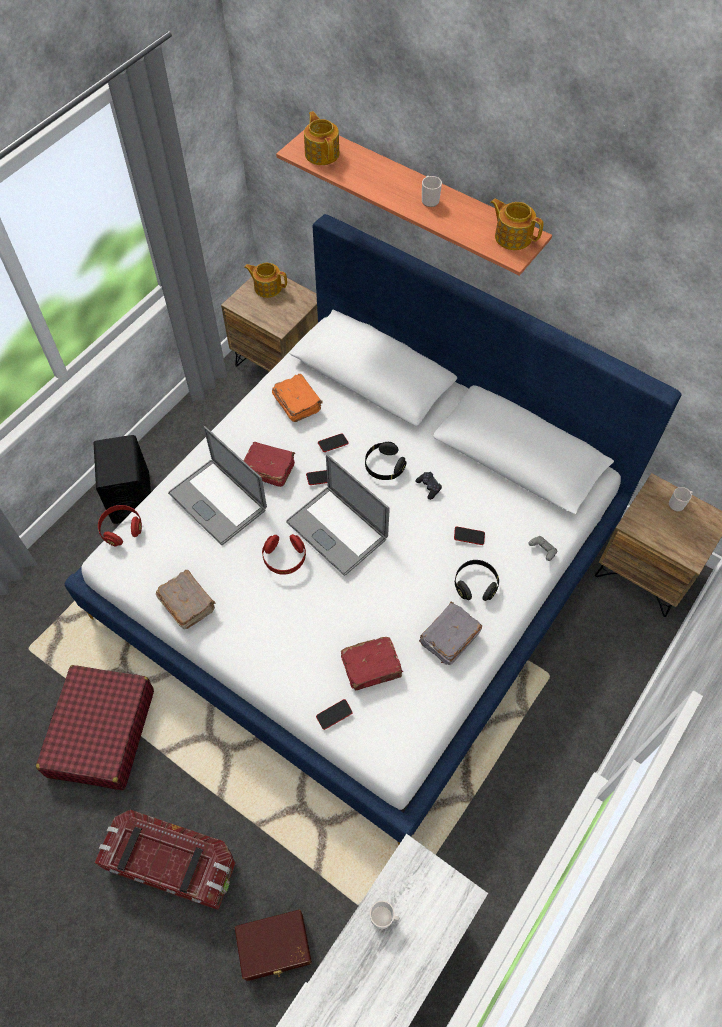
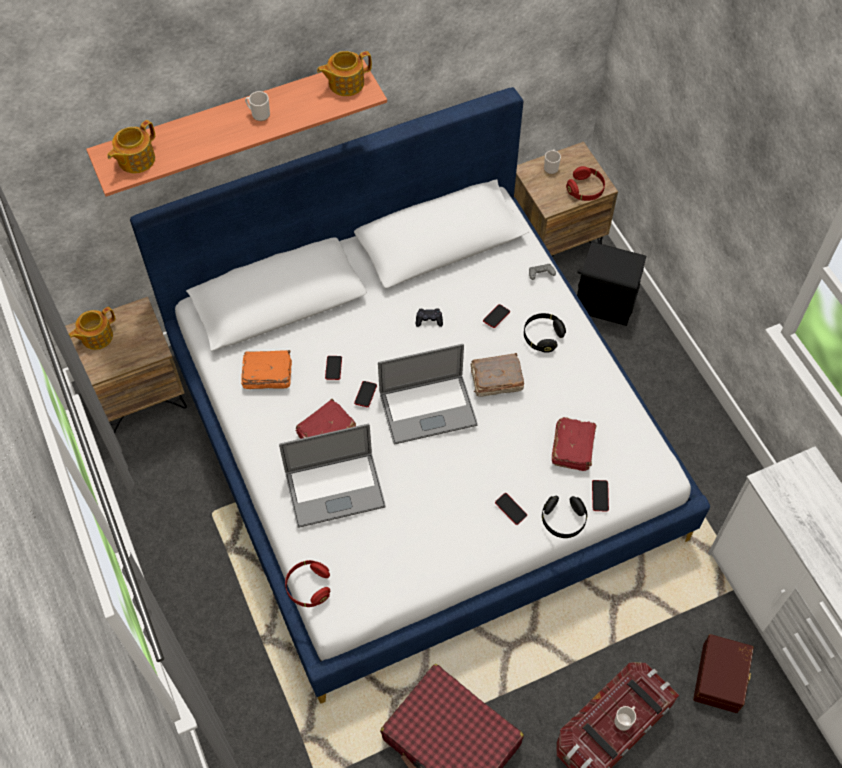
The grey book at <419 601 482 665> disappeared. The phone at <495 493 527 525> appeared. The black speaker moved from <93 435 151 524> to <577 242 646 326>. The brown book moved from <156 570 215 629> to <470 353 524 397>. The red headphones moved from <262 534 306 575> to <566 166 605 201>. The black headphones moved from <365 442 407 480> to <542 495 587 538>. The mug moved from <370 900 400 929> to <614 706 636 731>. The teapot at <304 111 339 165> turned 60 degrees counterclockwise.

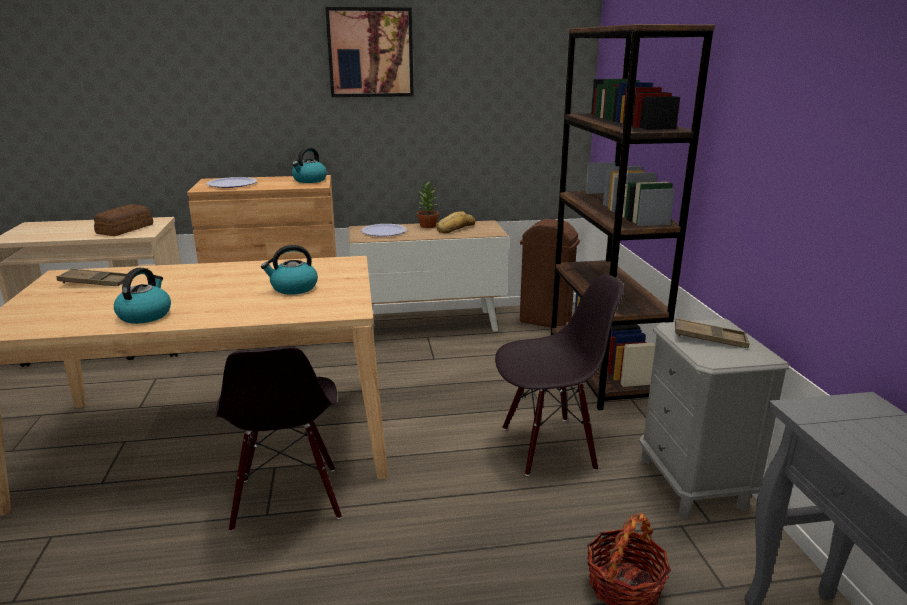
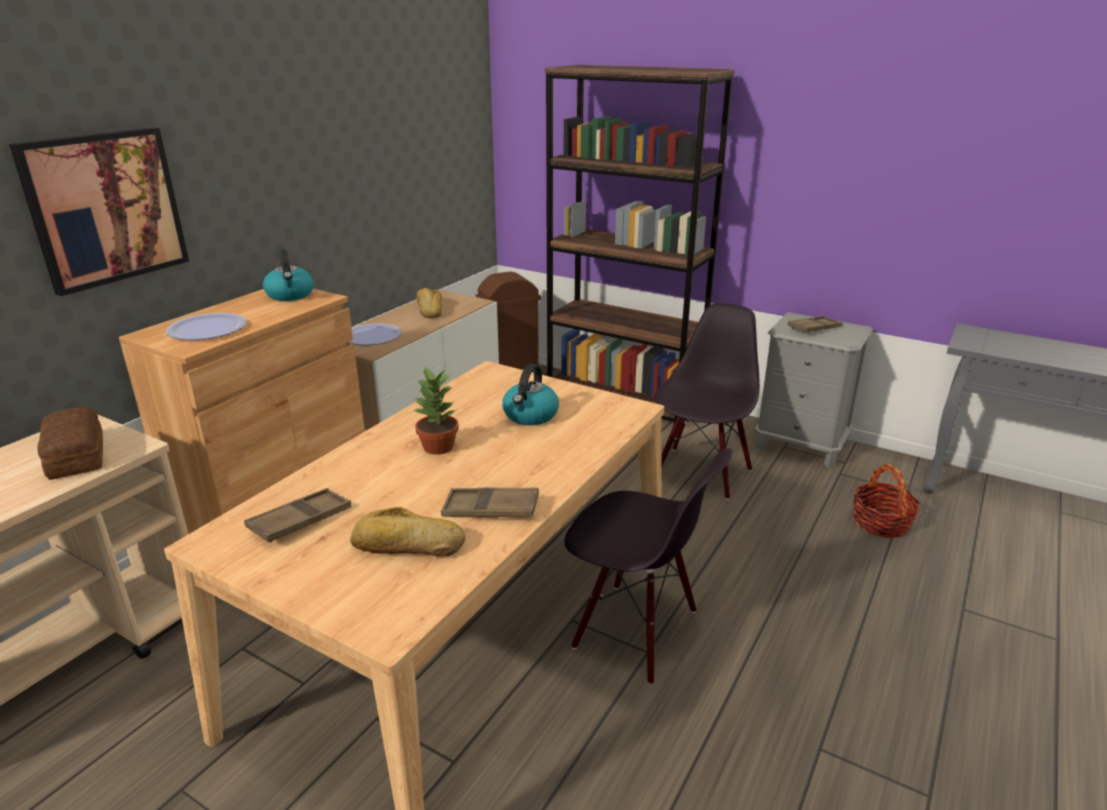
The bread at <350 507 465 556> appeared. The picture moved from <325 7 414 97> to <9 127 189 296>. The potted plant moved from <417 182 439 228> to <413 366 459 455>. The kettle at <114 268 171 324> was replaced by the brown tray at <441 487 539 517>.

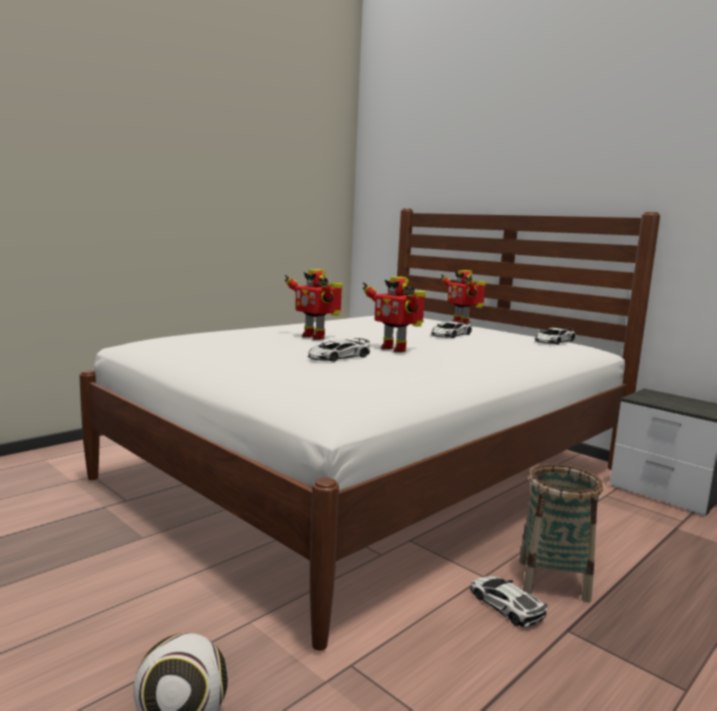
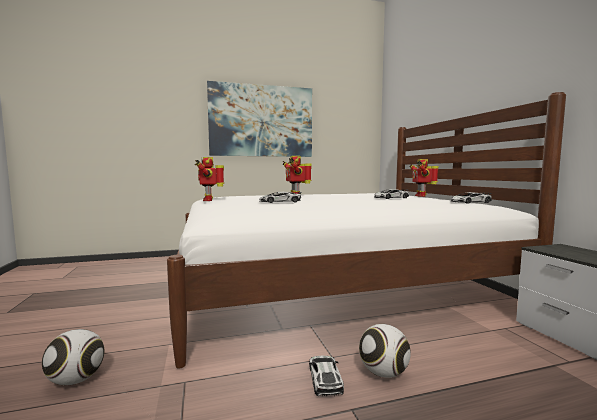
The picture at <207 81 312 157> appeared. The toy robot moved from <362 277 426 352> to <195 157 224 201>. The basket at <519 464 603 602> was replaced by the football at <359 324 411 378>.

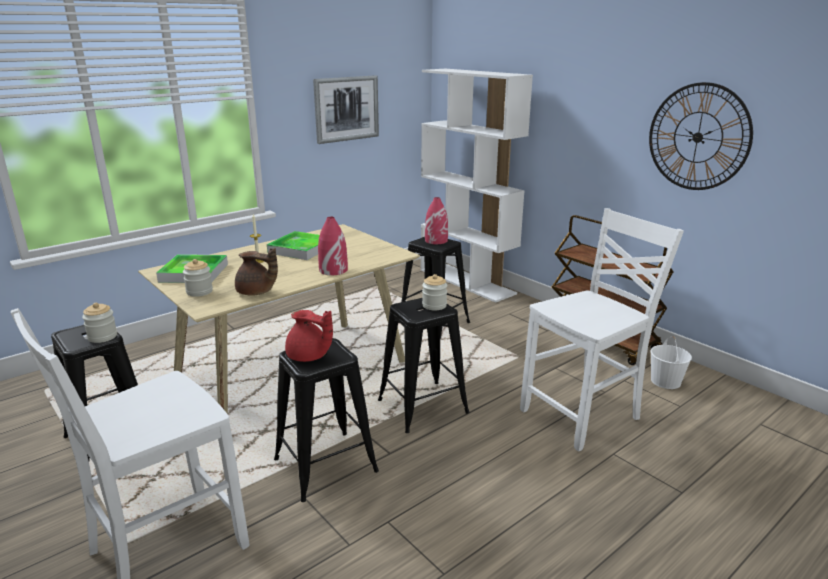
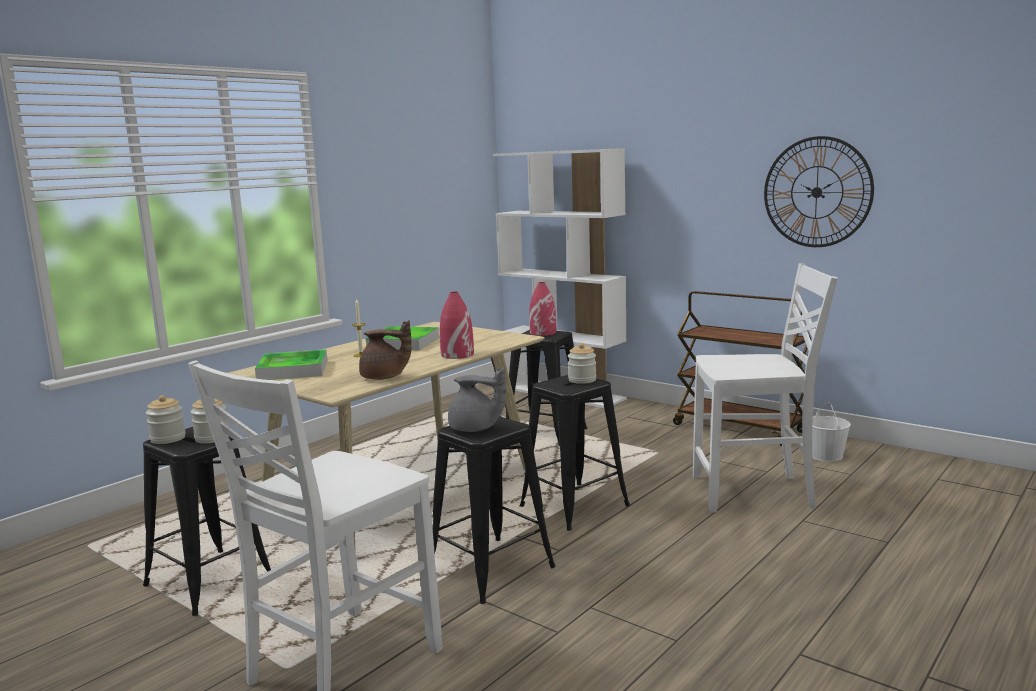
The picture at <313 75 379 144> disappeared. The jar moved from <183 259 213 297> to <146 395 186 444>. The red teapot at <285 310 333 362> became the grey teapot at <448 367 506 432>. The white chair at <520 208 684 452> turned 45 degrees clockwise.

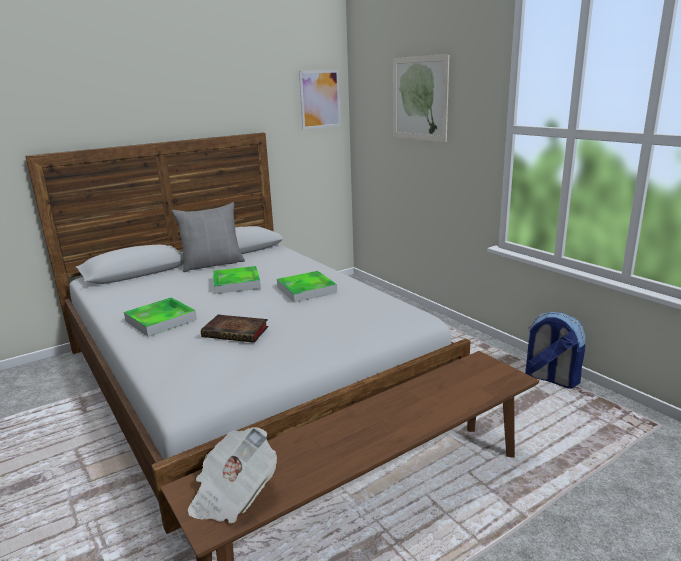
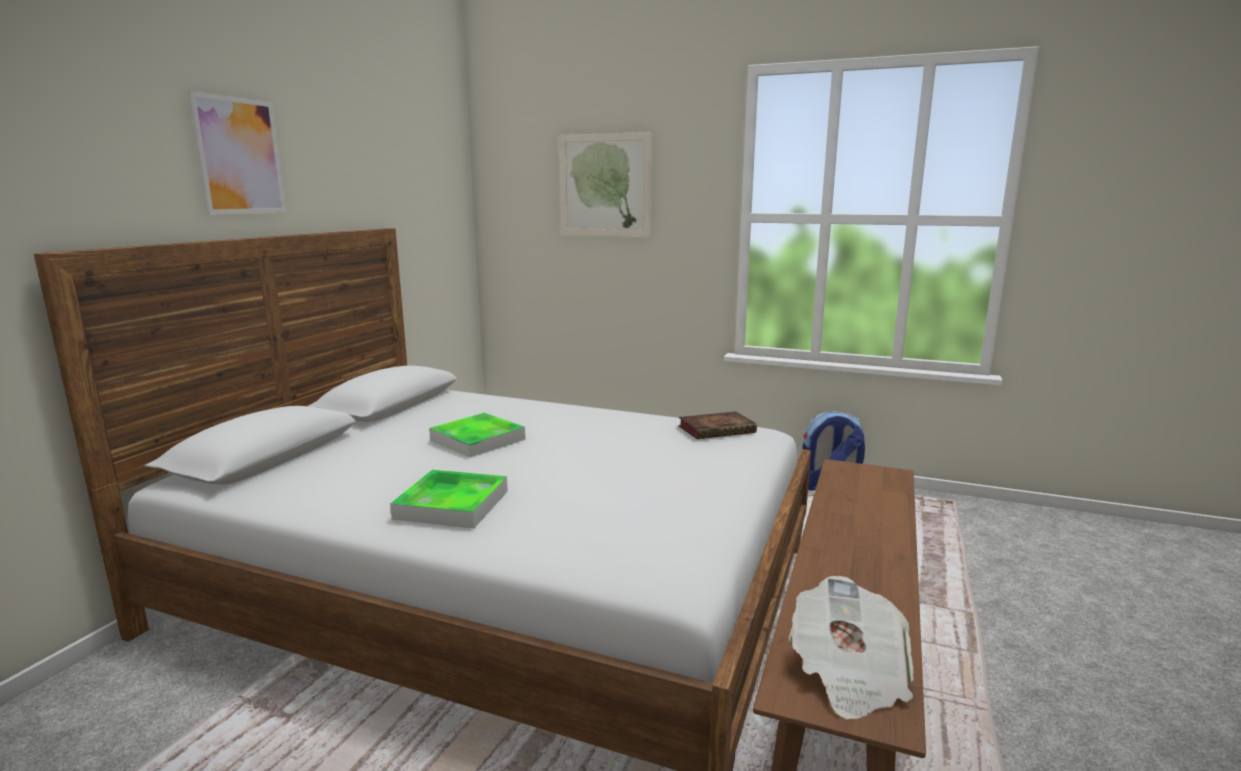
The grey pillow at <172 202 245 272> disappeared. The tray at <277 271 337 302> disappeared. The book moved from <201 315 269 343> to <678 411 757 439>. The picture moved from <299 70 341 129> to <187 91 286 215>.

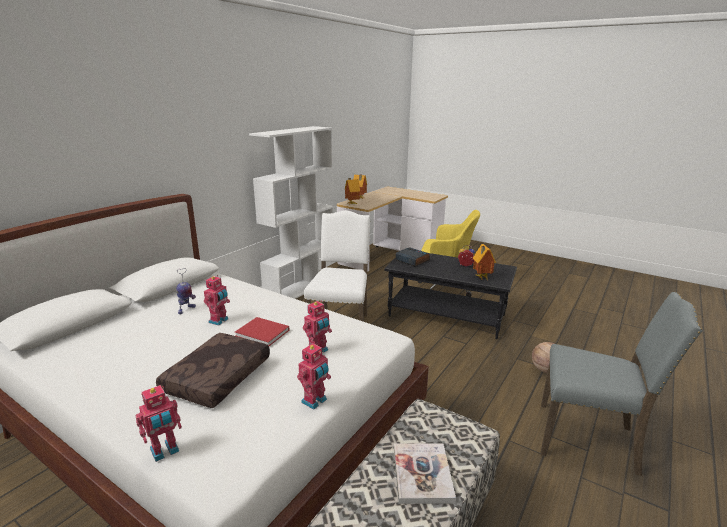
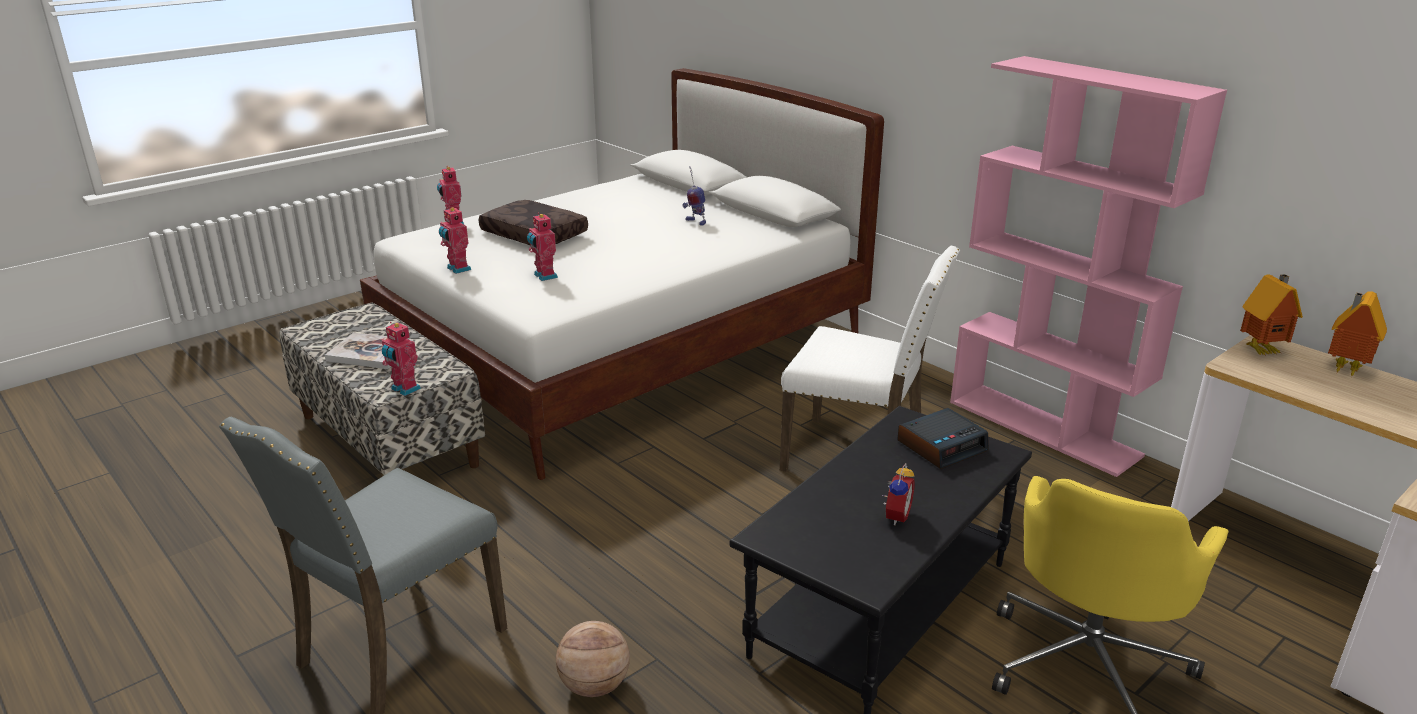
The red book at <235 317 289 346> disappeared. The toy house at <473 244 496 280> disappeared. The toy robot moved from <204 275 230 326> to <382 322 421 396>. The white bookcase at <249 126 334 299> became the pink bookcase at <950 56 1227 477>.

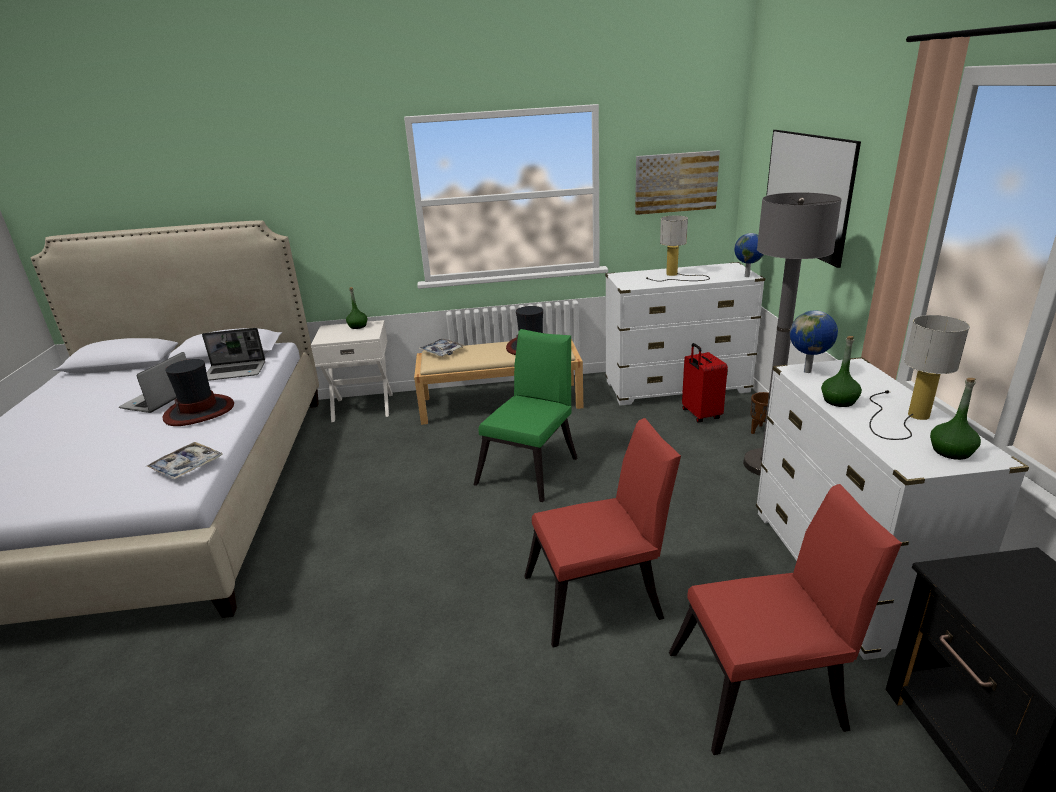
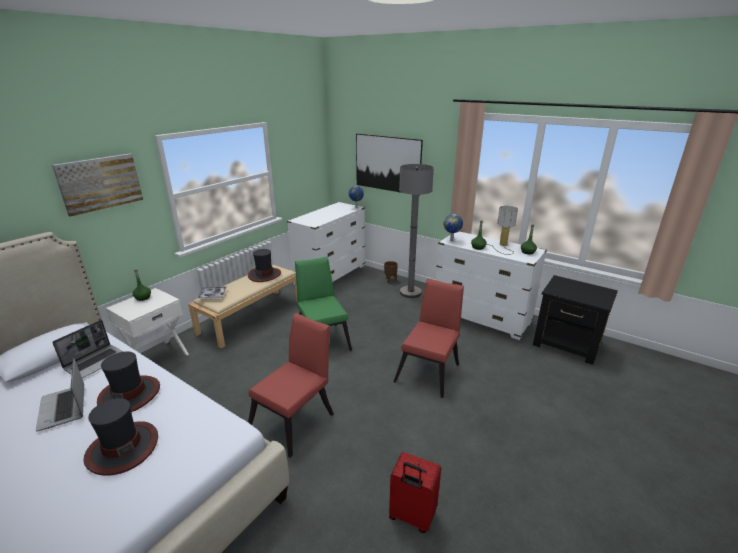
The tray at <147 442 223 480> disappeared. The table lamp at <646 216 710 282> disappeared. The hat at <83 398 158 476> appeared. The picture moved from <635 150 720 215> to <52 153 143 217>. The red chair moved from <669 484 902 755> to <248 313 334 458>. The red suitcase moved from <682 343 728 422> to <389 452 441 533>.

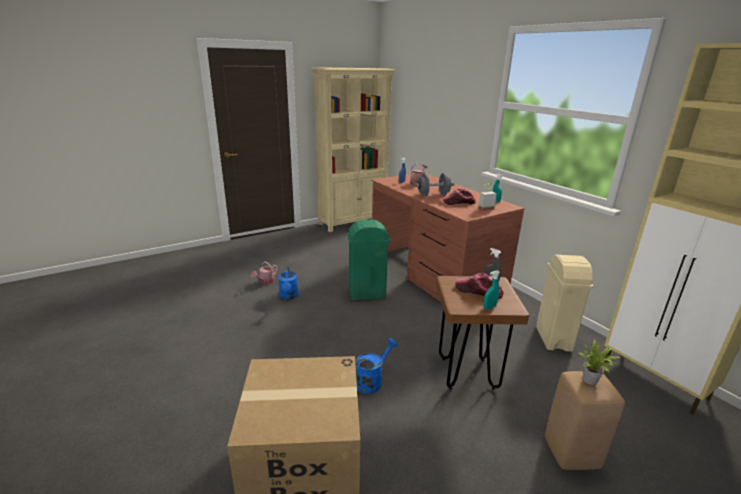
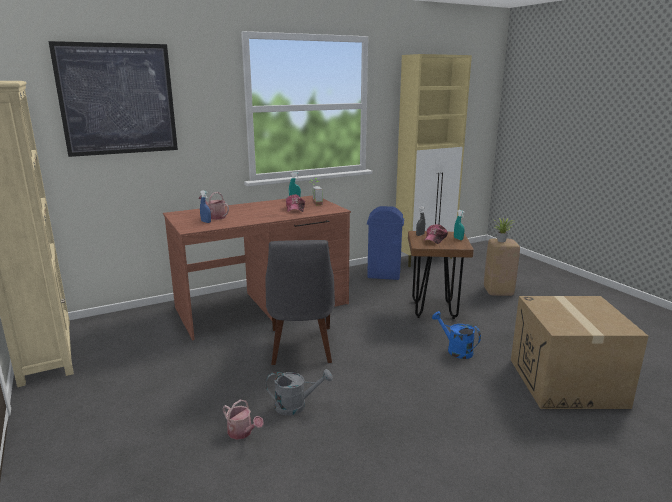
The grey dumbbell at <414 173 454 196> disappeared. The picture at <48 41 178 157> appeared. The green trash can at <347 220 390 300> was replaced by the grey chair at <265 240 335 365>. The blue watering can at <278 266 299 300> became the grey watering can at <266 369 333 416>. The beige trash can at <536 255 593 352> became the blue trash can at <367 206 404 280>.

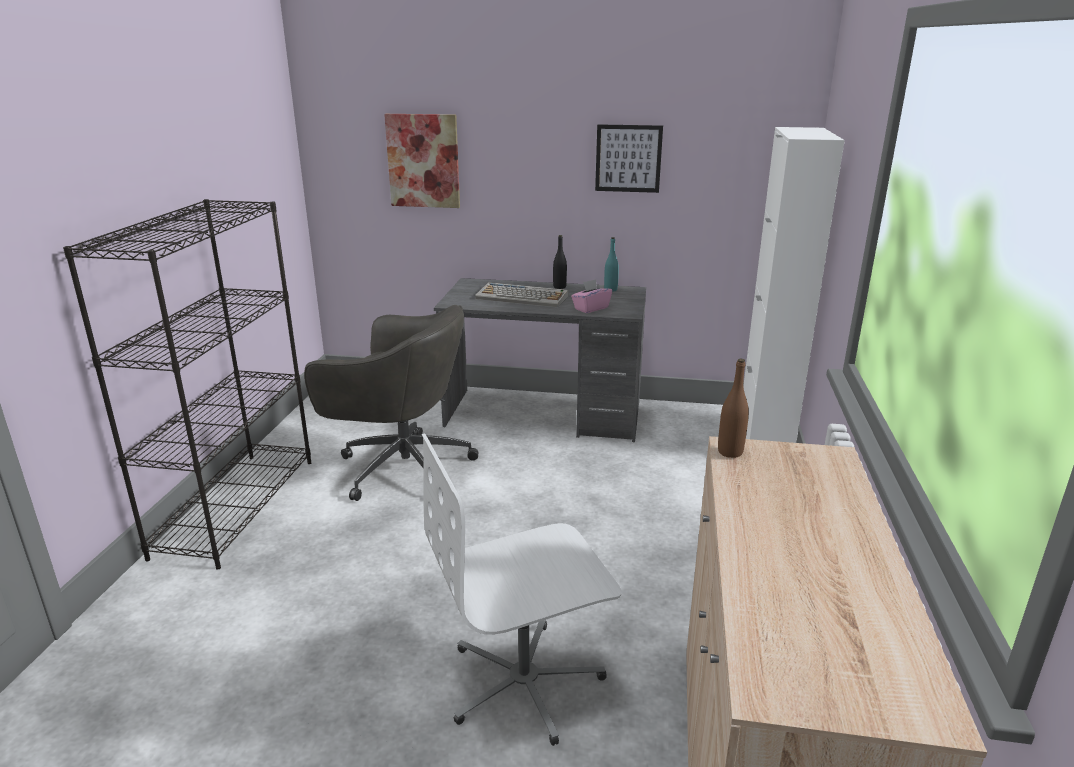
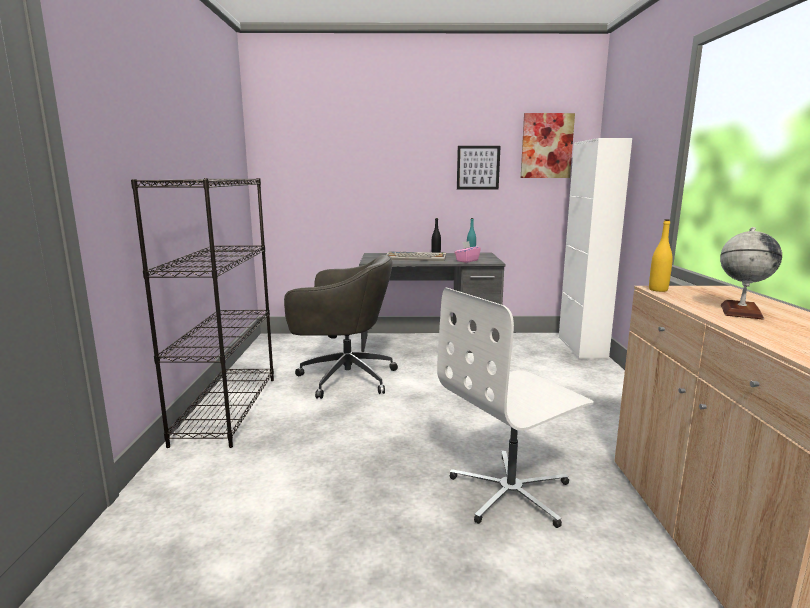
The globe at <720 227 782 320> appeared. The picture moved from <384 114 460 208> to <521 113 575 178>. The brown bottle at <718 358 749 458> became the yellow bottle at <649 219 673 292>.

